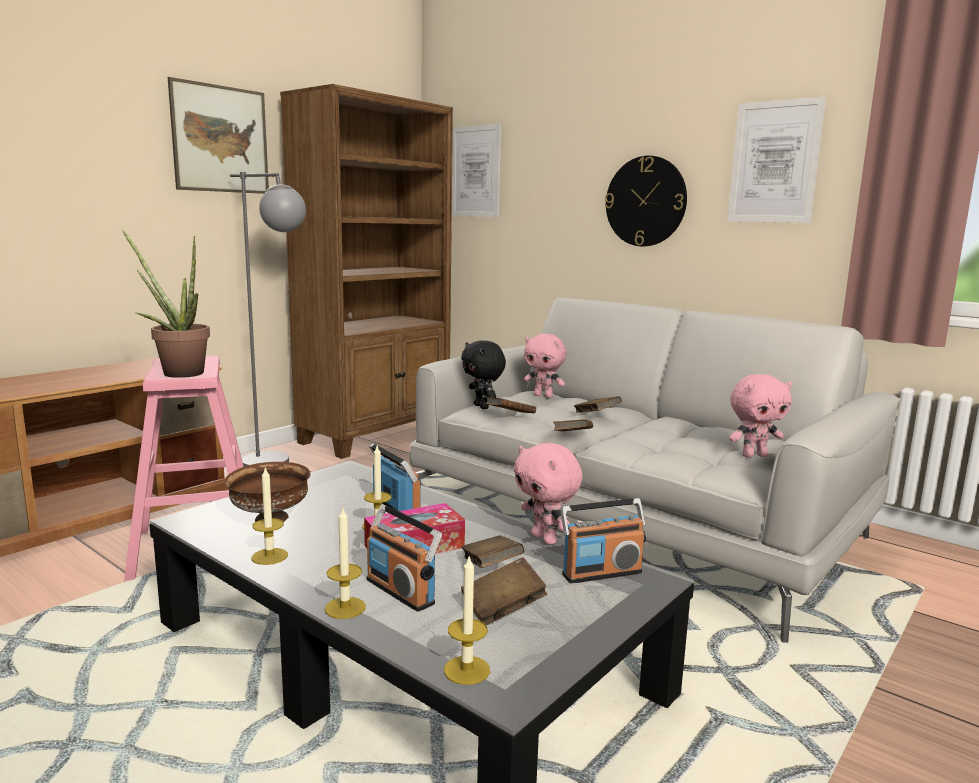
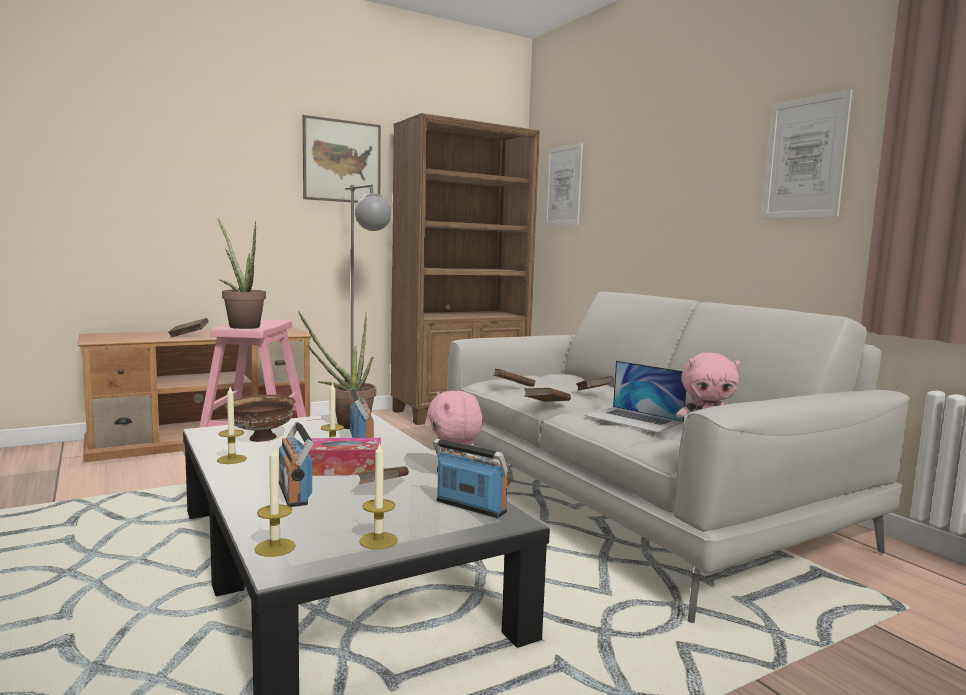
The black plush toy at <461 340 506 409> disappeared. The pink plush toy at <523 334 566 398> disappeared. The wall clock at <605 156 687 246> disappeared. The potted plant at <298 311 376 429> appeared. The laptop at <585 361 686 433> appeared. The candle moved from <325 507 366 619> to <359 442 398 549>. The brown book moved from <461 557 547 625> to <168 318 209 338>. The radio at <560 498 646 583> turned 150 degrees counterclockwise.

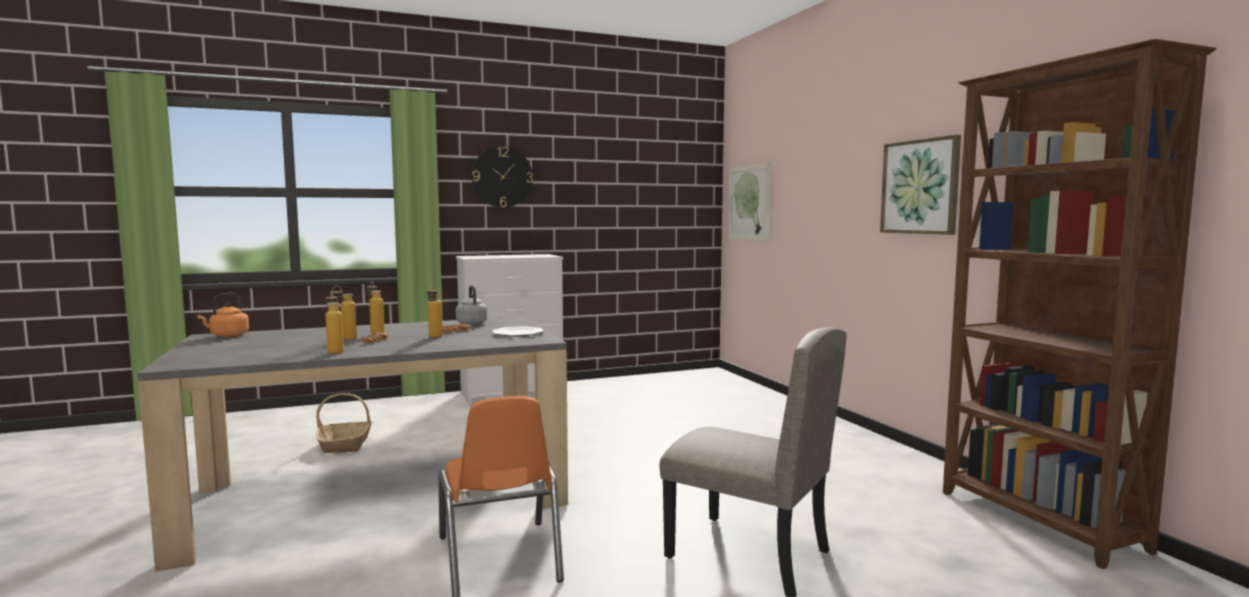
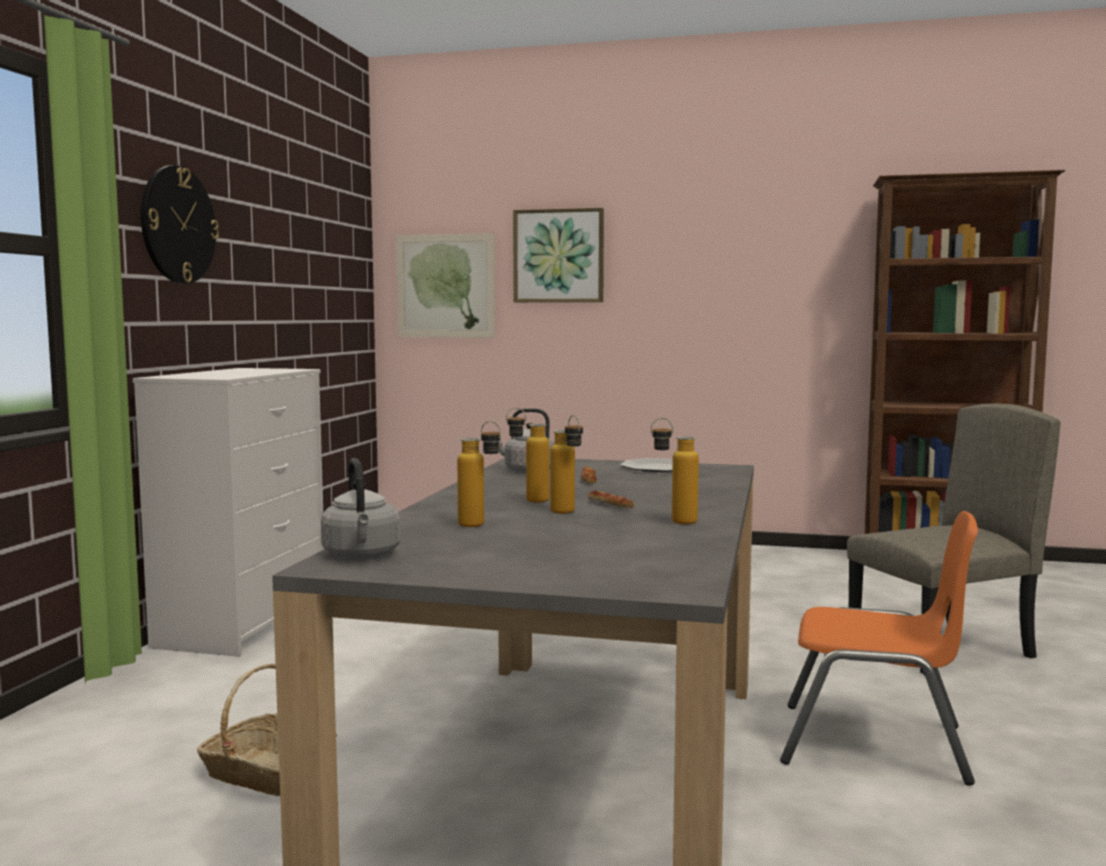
The bottle moved from <427 285 443 338> to <457 421 501 527>. The picture moved from <880 135 961 235> to <513 208 604 302>. The orange kettle at <197 293 249 337> became the grey kettle at <321 458 400 559>.

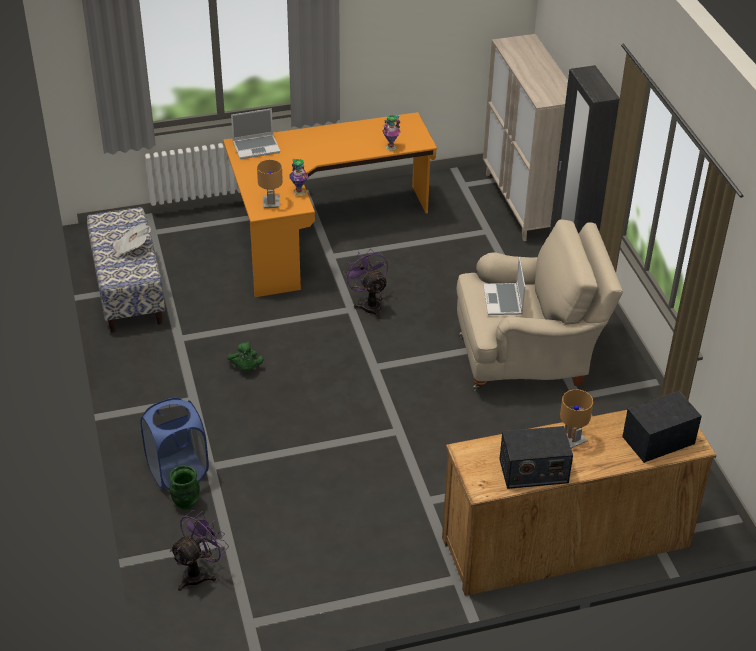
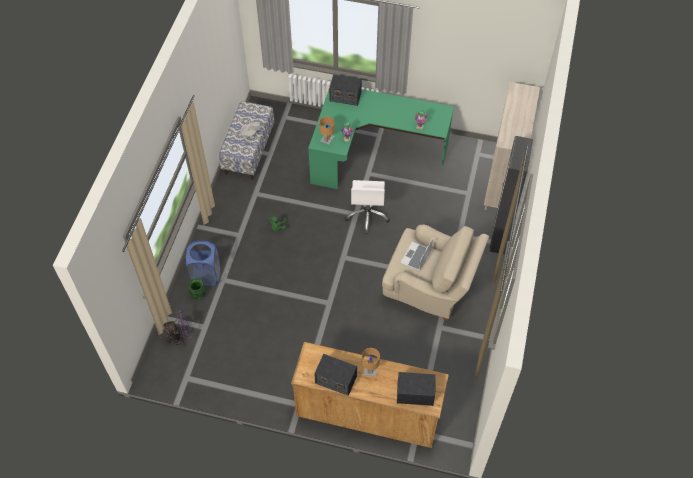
The laptop at <231 108 280 159> was replaced by the radio at <329 75 362 106>. The purple fan at <343 249 388 319> was replaced by the white office chair at <345 180 390 234>. The orange desk at <223 112 437 297> became the green desk at <308 89 454 189>.

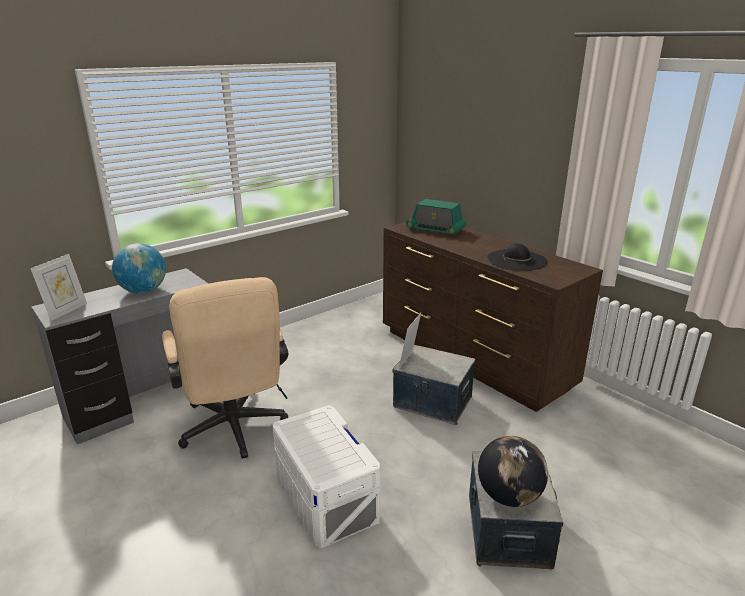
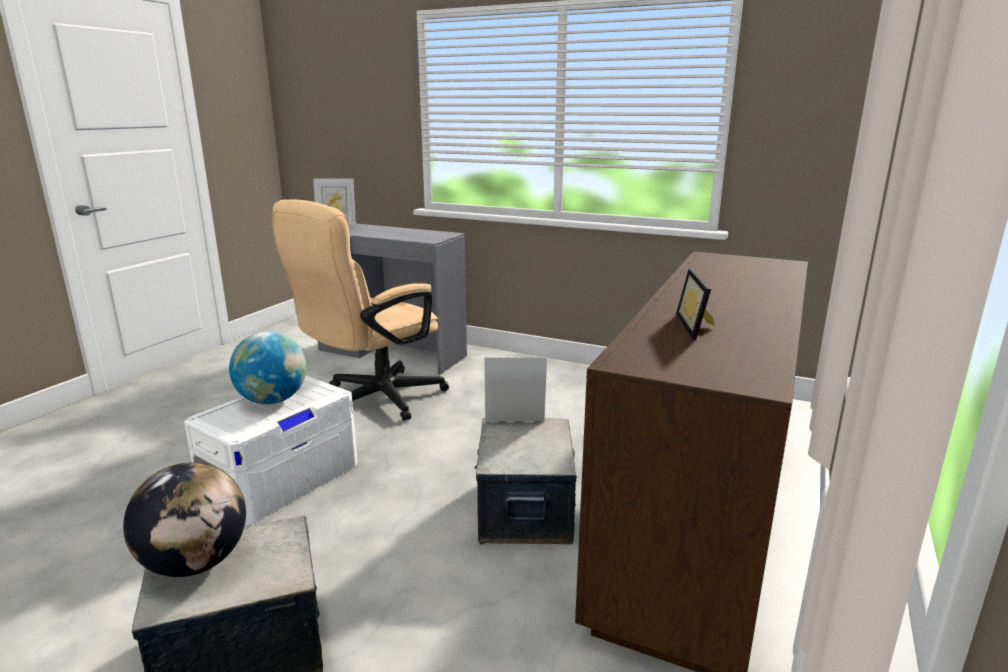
The radio at <406 199 466 236> disappeared. The globe moved from <112 243 166 293> to <229 331 306 404>. The black hat at <487 243 548 271> was replaced by the picture frame at <676 269 715 340>.

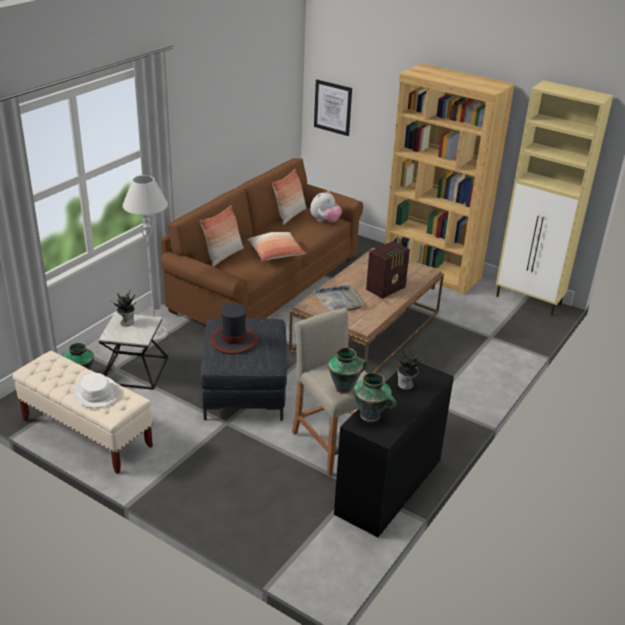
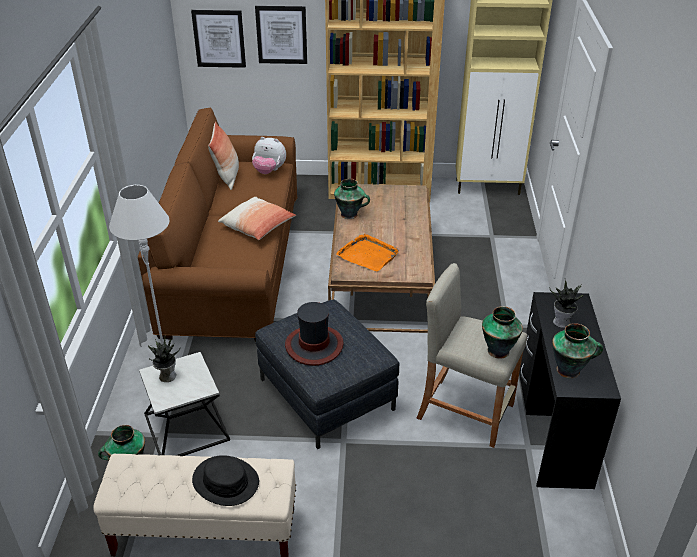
The pillow at <200 205 244 267> disappeared. The radio at <366 241 410 299> disappeared. The picture at <255 6 307 64> appeared. The vase at <334 178 370 219> appeared. The white hat at <73 373 119 408> became the black hat at <192 455 259 506>. The grey tray at <313 285 364 311> became the orange tray at <336 234 399 271>. The plush toy at <310 191 342 222> turned 90 degrees clockwise.

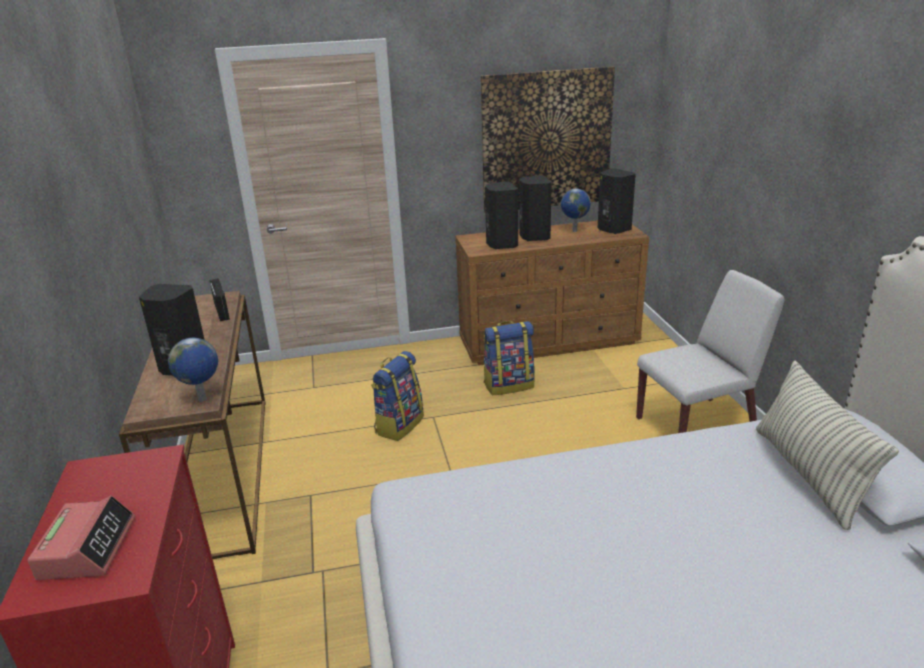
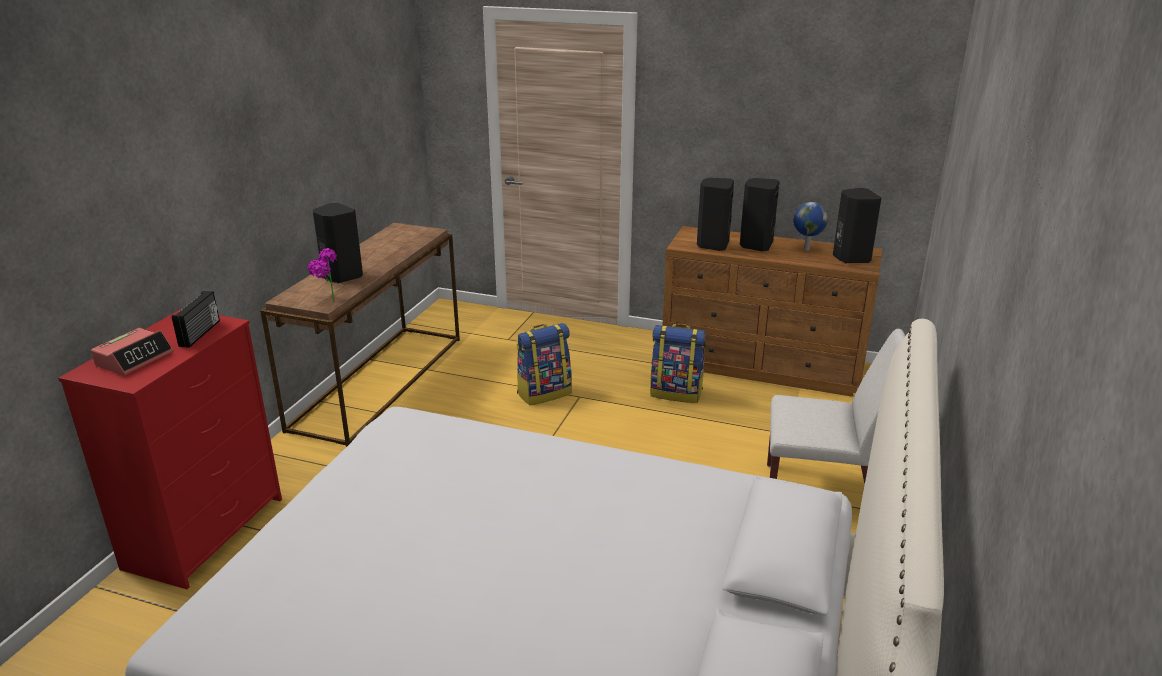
The picture at <480 66 615 213> disappeared. The pillow at <756 361 899 530> disappeared. The radio moved from <209 278 230 321> to <172 291 220 348>. The globe at <168 338 218 402> was replaced by the potted plant at <307 248 337 302>.

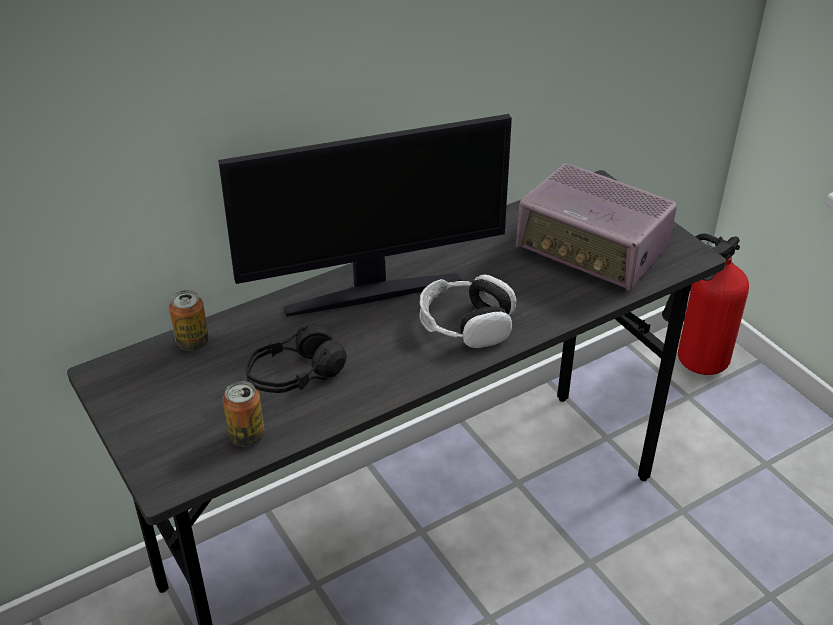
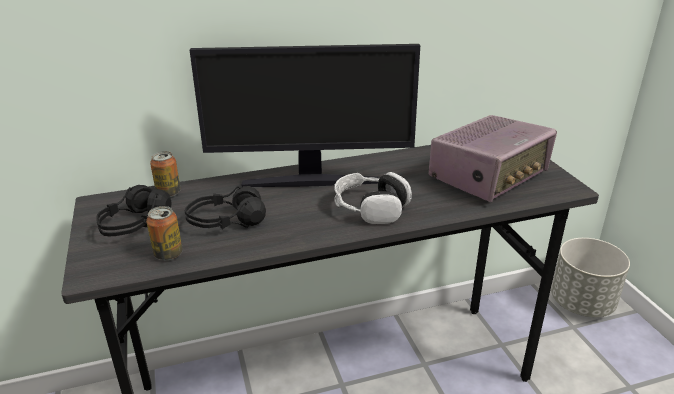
The black headphones at <96 185 171 236> appeared. The fire extinguisher at <662 234 749 375> was replaced by the grey planter at <551 238 630 317>. The radio at <516 163 677 291> turned 90 degrees counterclockwise.

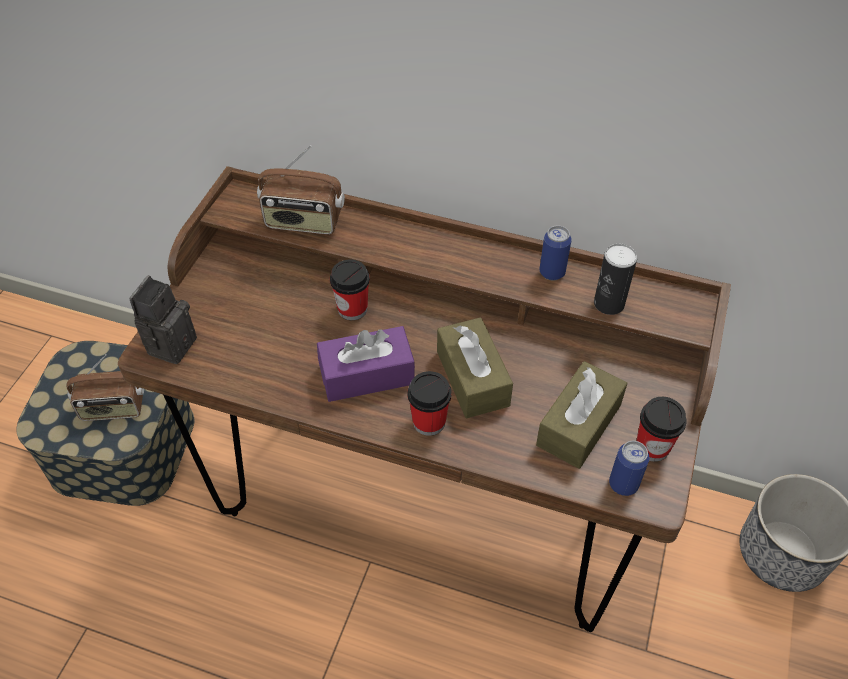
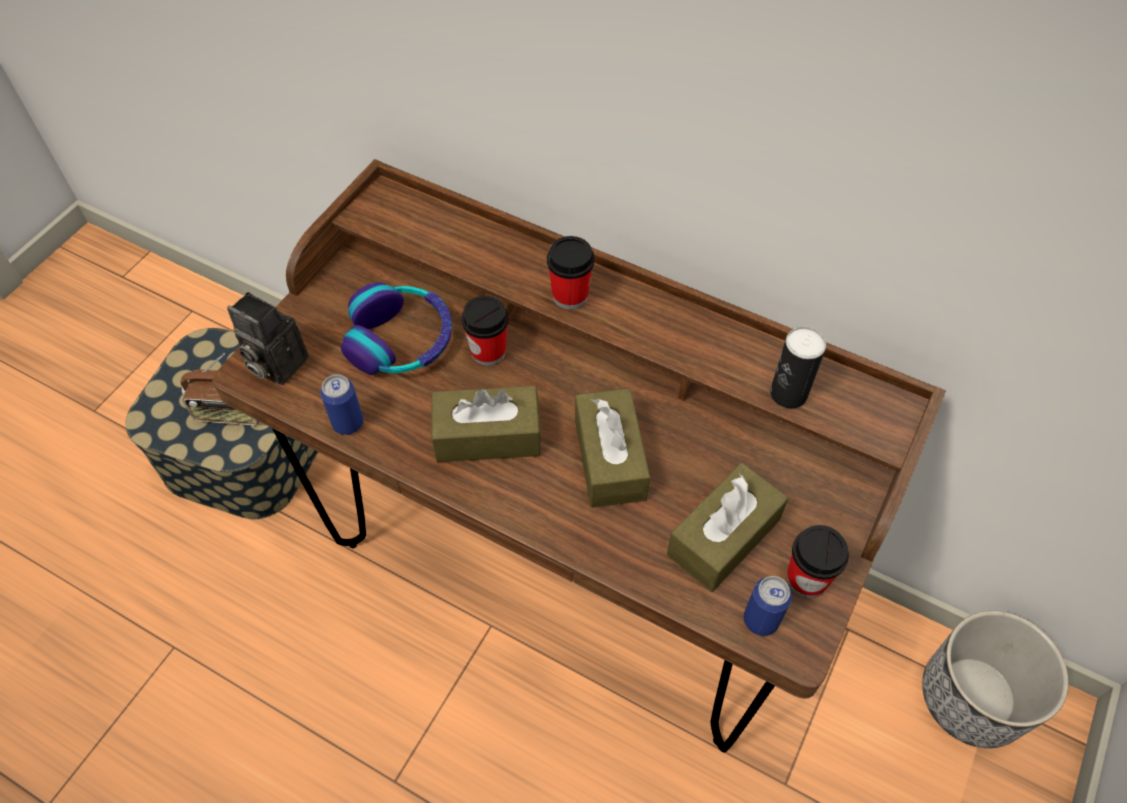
The radio at <257 145 345 235> disappeared. The headphones at <341 283 452 374> appeared. The cup moved from <408 371 452 436> to <547 236 595 310>. The can moved from <540 225 572 280> to <320 375 364 435>. The purple tissue box at <317 326 415 402> became the brown tissue box at <431 386 541 462>. The photo camera at <130 275 197 364> turned 90 degrees counterclockwise.

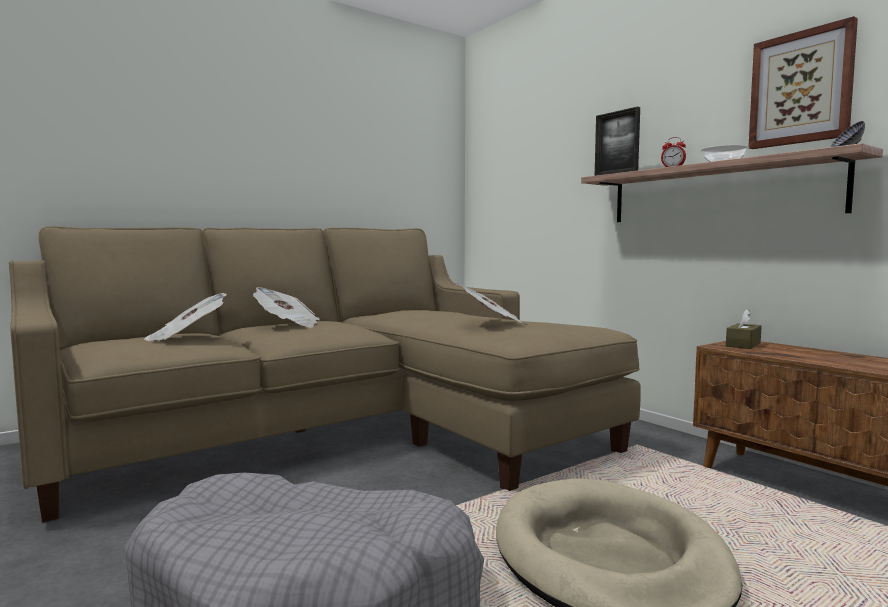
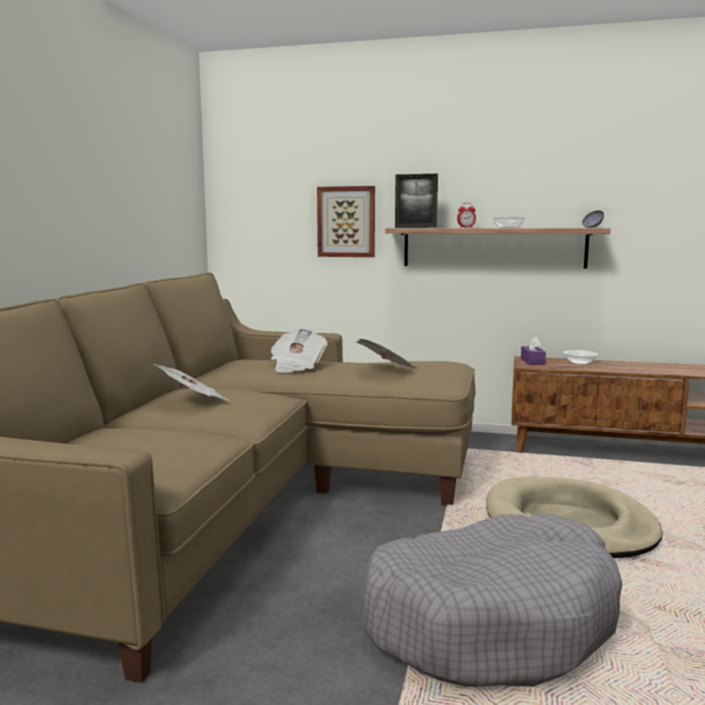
The bowl at <563 350 598 365> appeared. The newspaper moved from <144 293 227 341> to <270 329 328 373>. The picture moved from <749 16 858 149> to <317 186 375 257>. The brown tissue box at <726 309 762 349> became the purple tissue box at <521 336 546 365>.

